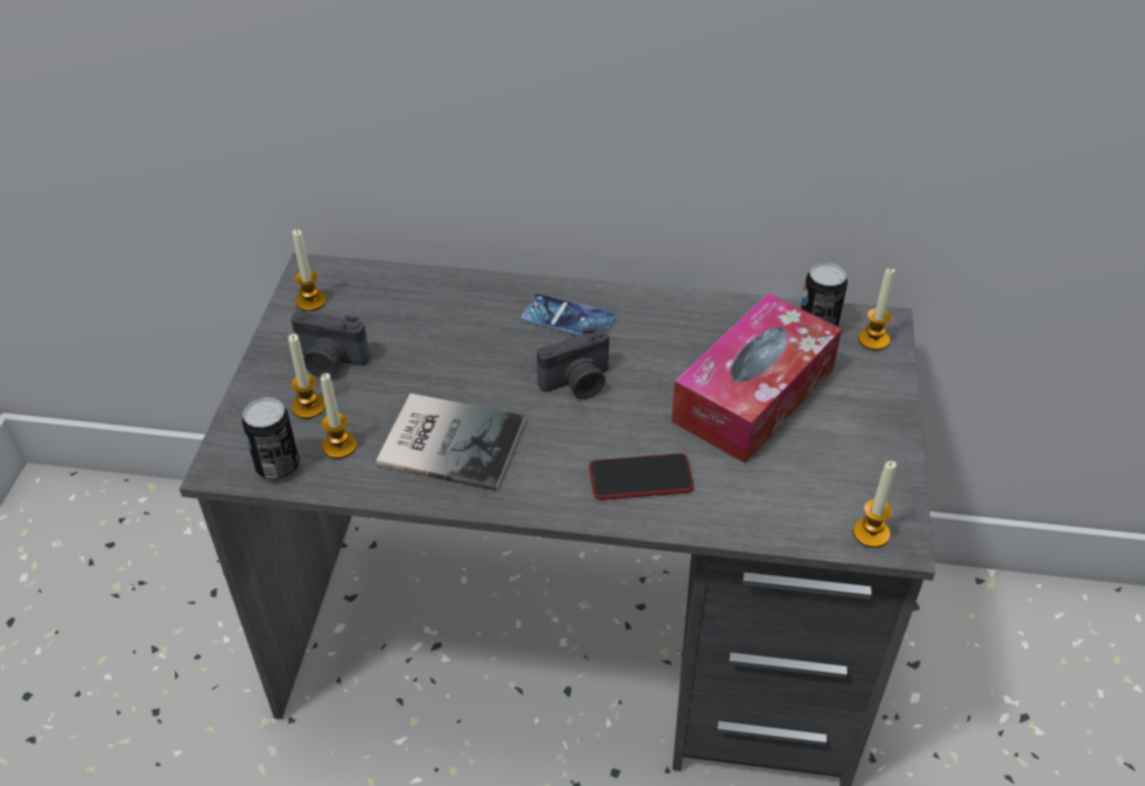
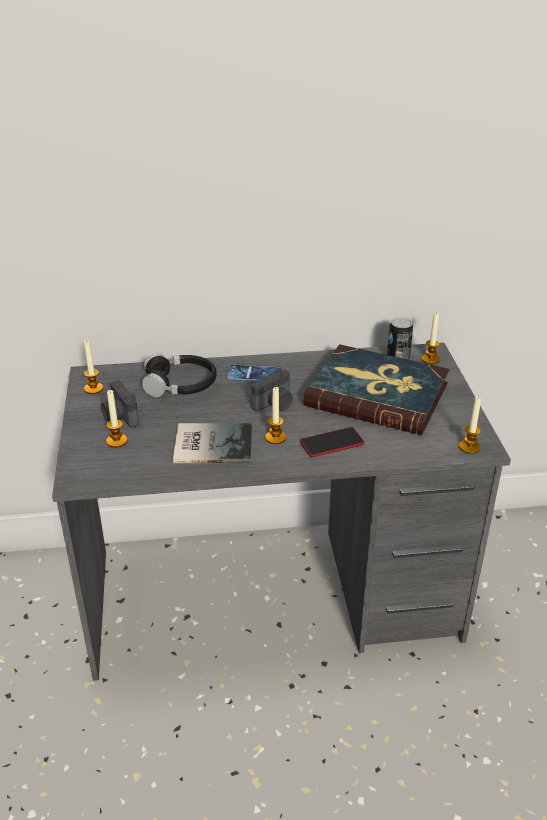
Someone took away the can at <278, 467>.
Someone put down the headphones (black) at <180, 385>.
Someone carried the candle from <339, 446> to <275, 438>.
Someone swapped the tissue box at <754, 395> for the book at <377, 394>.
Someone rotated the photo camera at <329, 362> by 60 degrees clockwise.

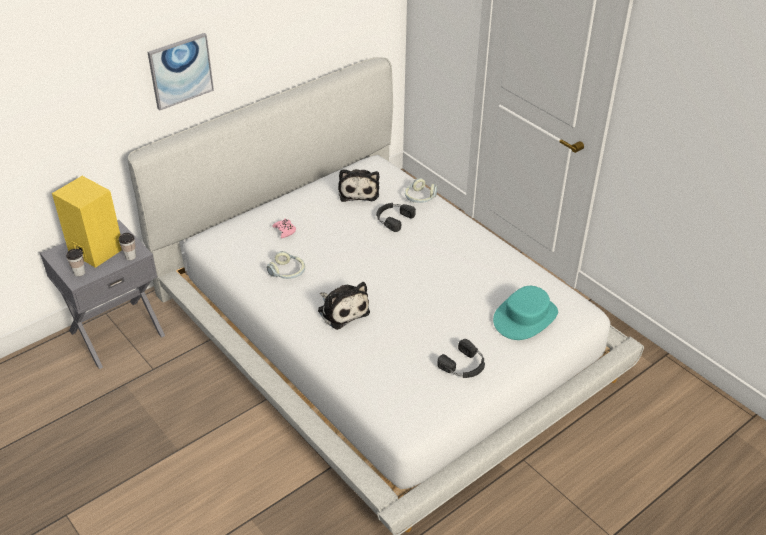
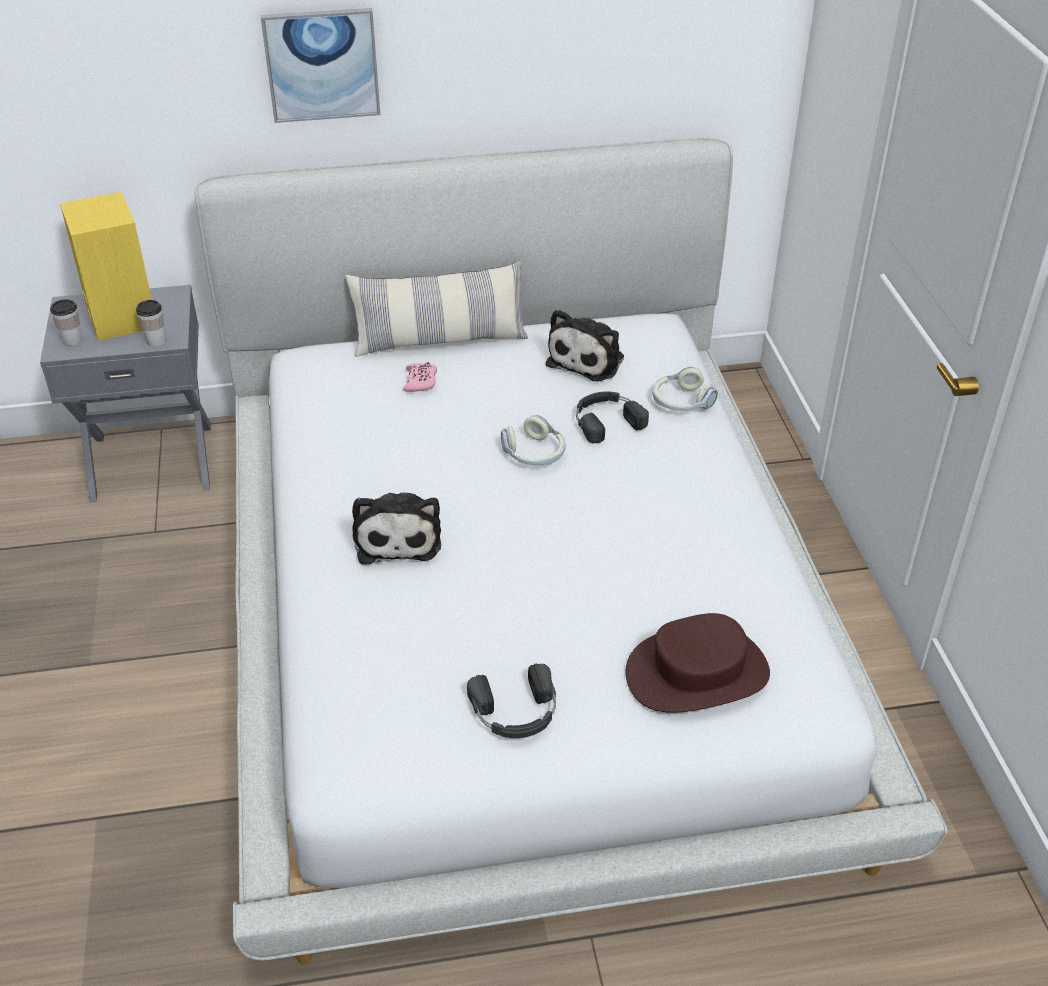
Someone put down the pillow at <440, 341>.
Someone carried the headphones from <287, 272> to <534, 454>.
Someone repainted the hat (turquoise) at <525, 317>, which became the hat (brown) at <697, 673>.

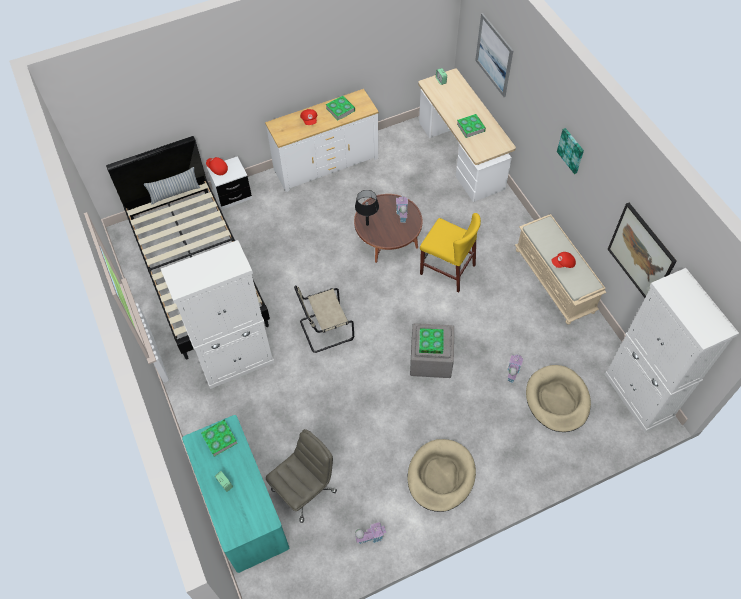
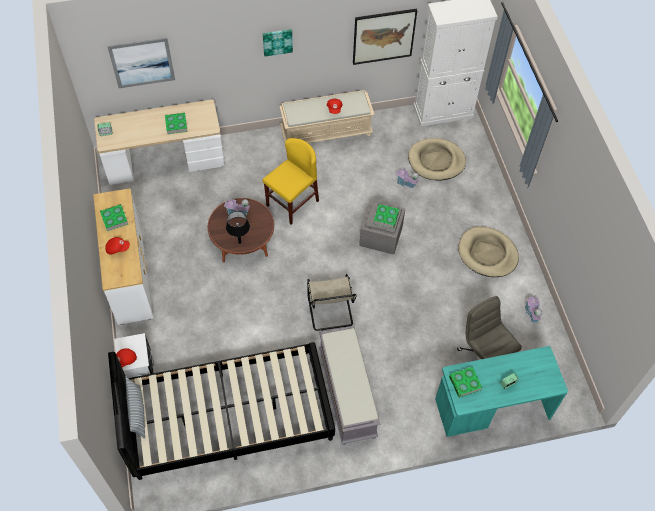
Someone swapped the cabinet (white) at <237, 362> for the bench (grey) at <346, 392>.

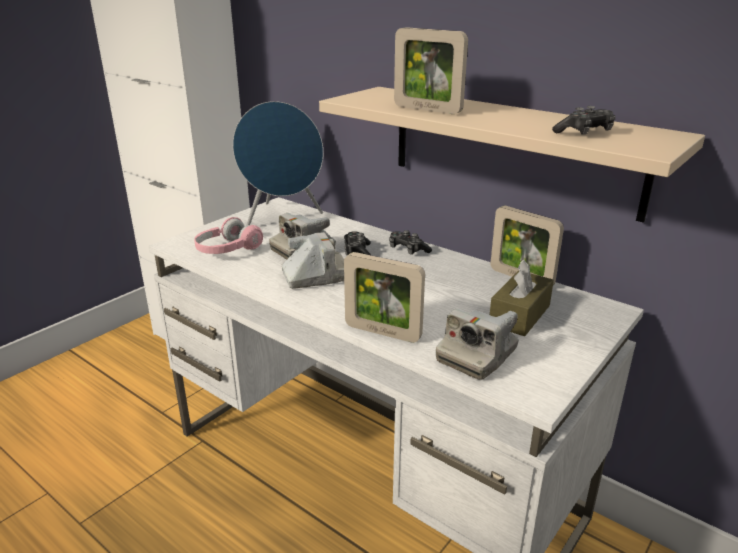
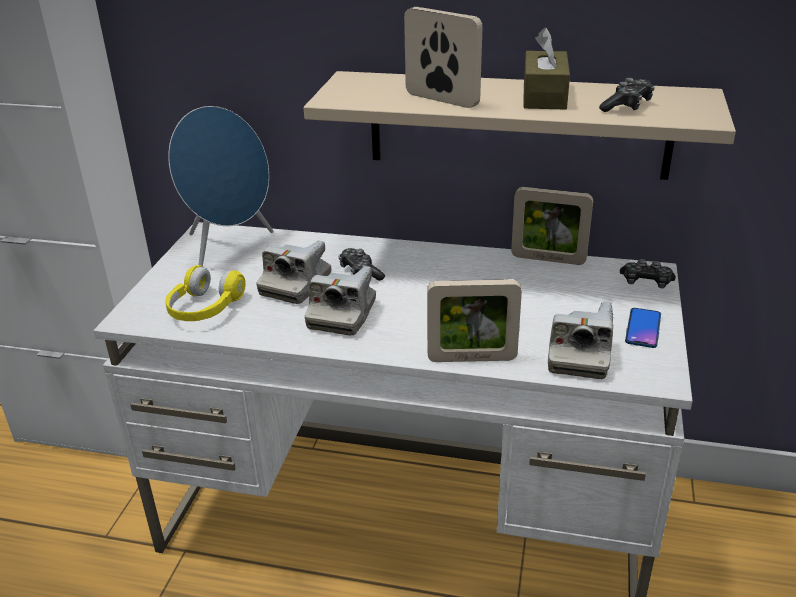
Someone put down the phone at <643, 328>.
Someone carried the game controller from <408, 250> to <646, 282>.
Someone carried the tissue box (brown) from <519, 315> to <544, 96>.
Someone repainted the headphones (pink) at <227, 250>, which became the headphones (yellow) at <204, 309>.
Someone rotated the photo camera at <315, 276> by 150 degrees clockwise.
Someone rotated the picture frame at <427, 109> by 150 degrees counterclockwise.

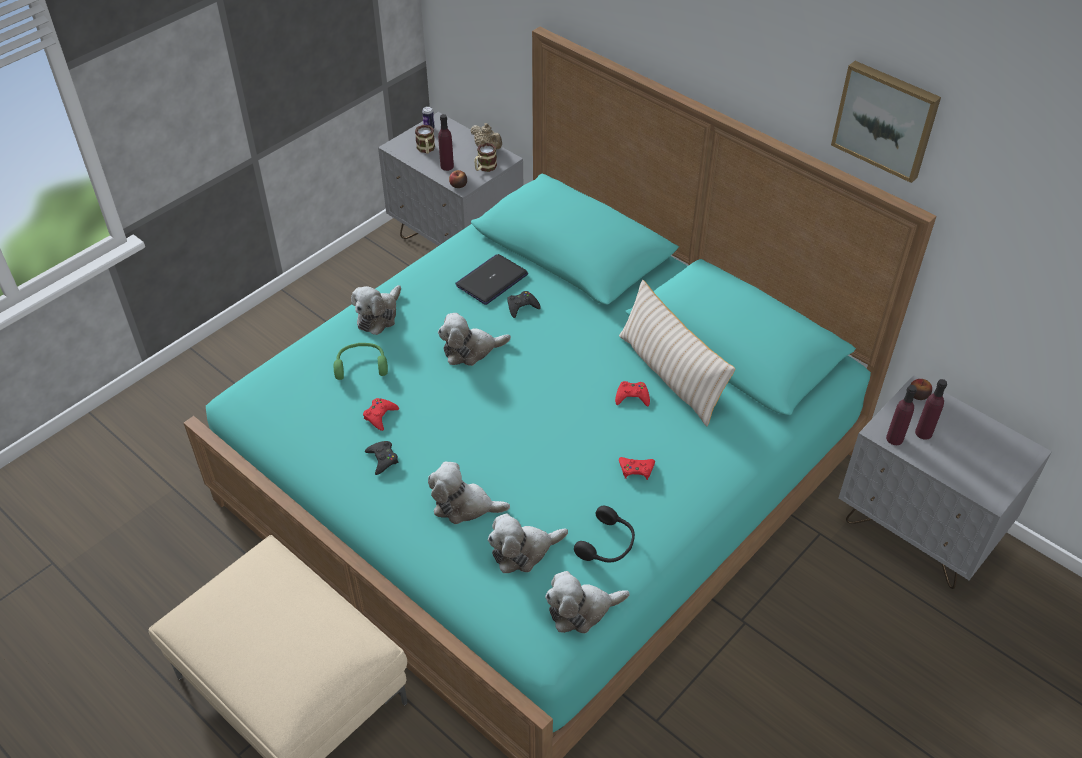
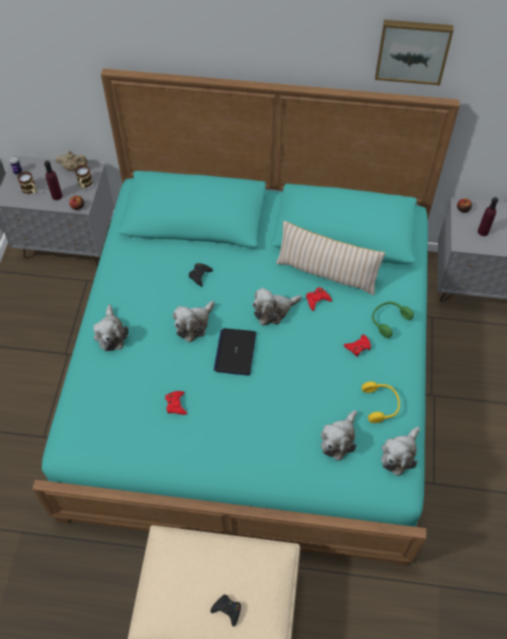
Someone took away the bottle (purple) at <894, 438>.
Someone carried the headphones (green) from <361, 366> to <388, 320>.
Someone carried the game controller (black) from <382, 459> to <227, 610>.
Someone carried the plush toy from <464, 505> to <273, 311>.
Someone carried the laptop from <492, 280> to <235, 352>.
Someone repainted the headphones (black) at <607, 544>, which became the headphones (yellow) at <381, 404>.

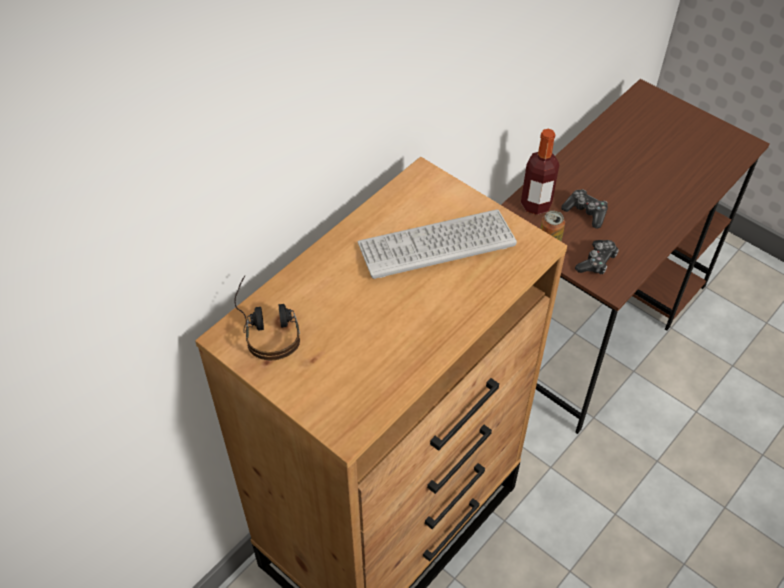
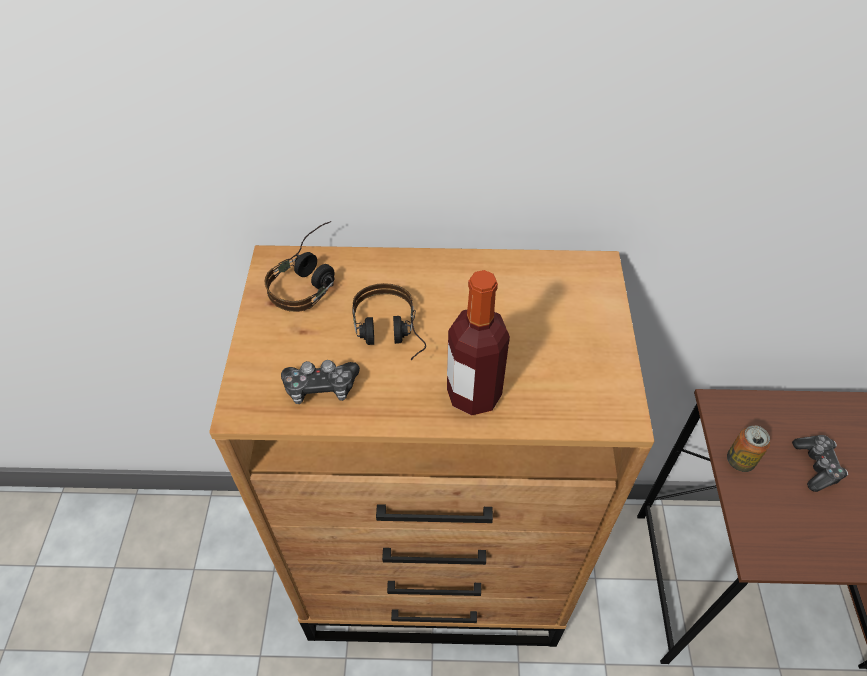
Someone took away the keyboard at <436, 245>.
Someone put down the headphones at <389, 336>.
Someone carried the bottle from <536, 205> to <474, 394>.
Someone carried the game controller from <596, 262> to <321, 387>.

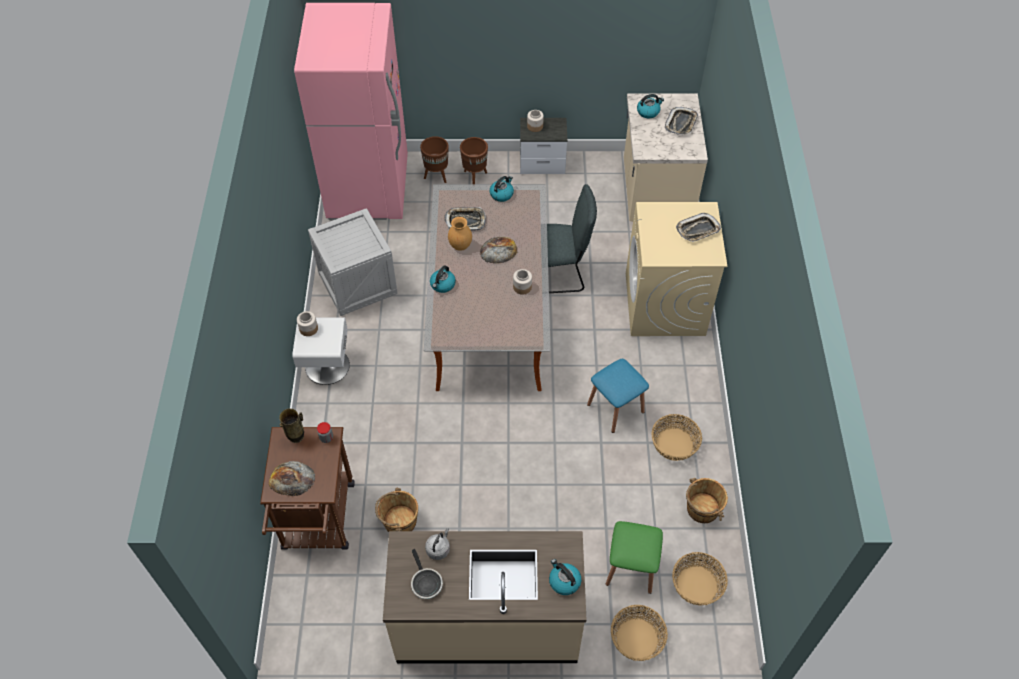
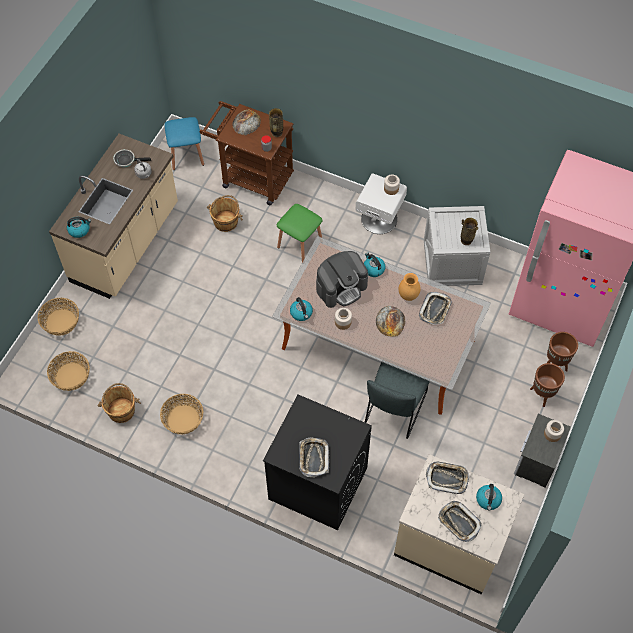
Someone put down the coffee machine at <341, 287>.
Someone put down the tray at <447, 478>.
Someone put down the vase at <466, 240>.
Someone carried the kettle from <501, 194> to <301, 313>.
Someone carried the stool (blue) from <615, 408> to <186, 155>.
Someone carried the stool (green) from <631, 568> to <300, 244>.
Someone repainted the washing machine (beige) at <665, 305>, which became the washing machine (black) at <317, 483>.

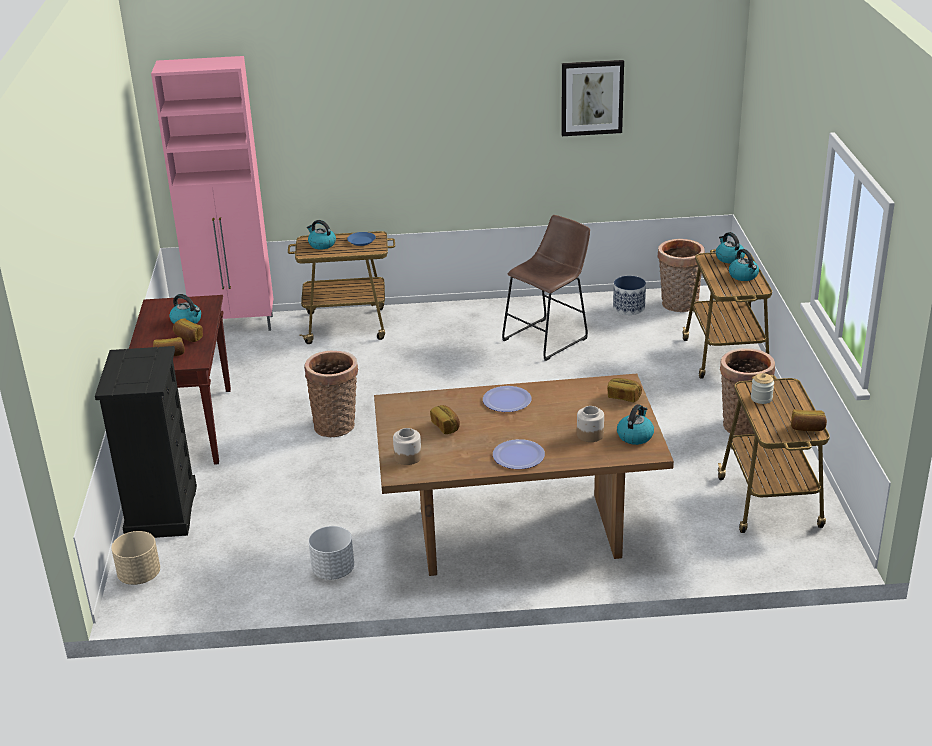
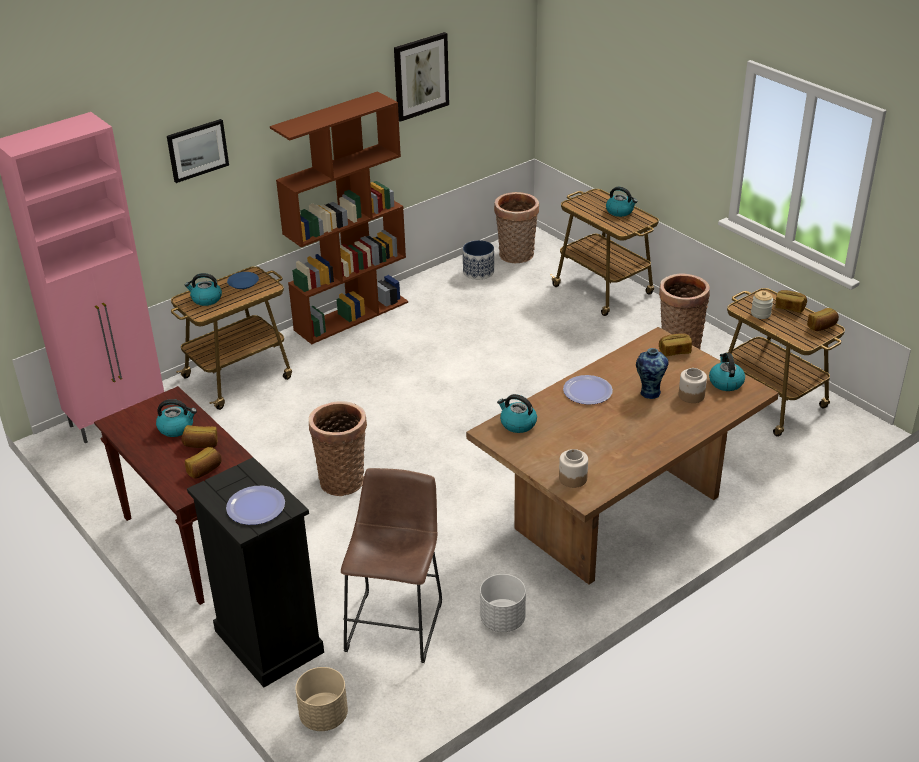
Someone put up the picture at <197, 150>.
Someone put down the bookcase (brown) at <351, 315>.
Someone put down the vase at <649, 392>.
Someone carried the bread from <446, 426> to <789, 307>.
Someone carried the plate from <518, 455> to <255, 506>.
Someone carried the stool (brown) from <549, 338> to <396, 621>.
Someone carried the kettle from <729, 258> to <517, 424>.

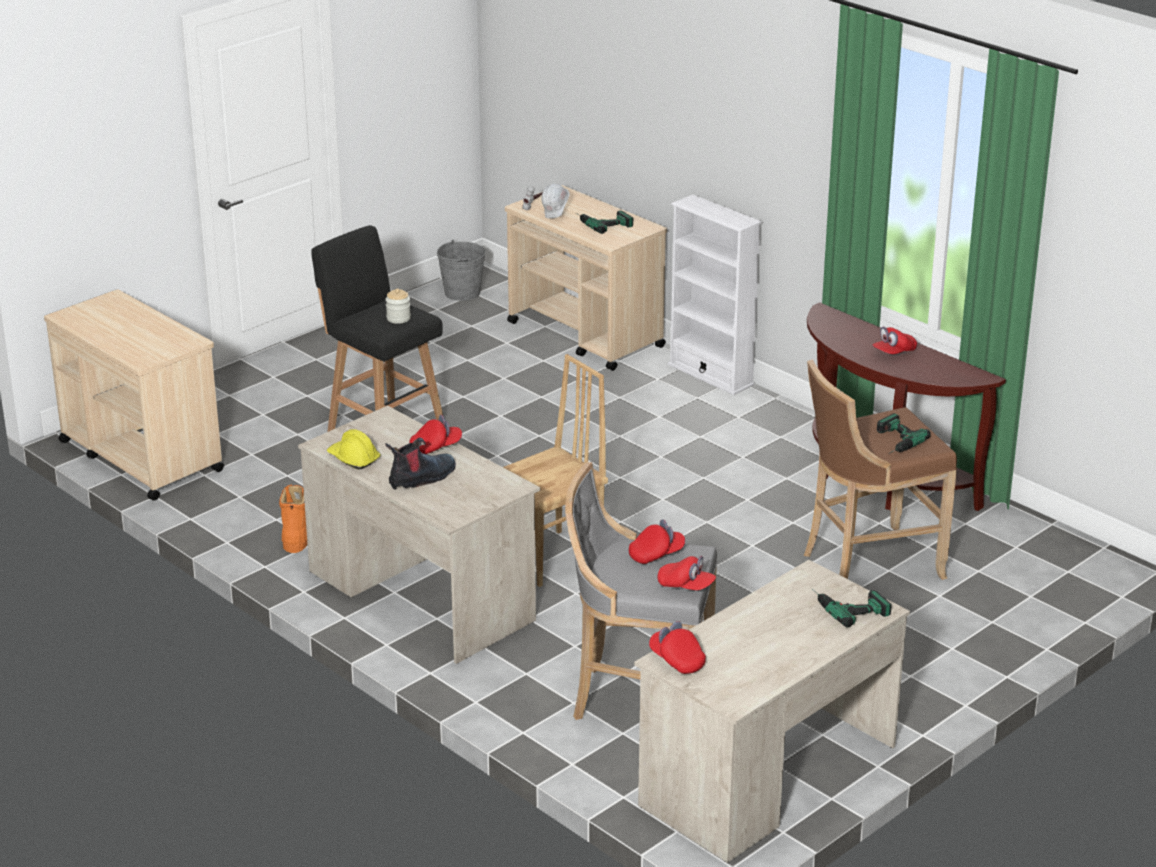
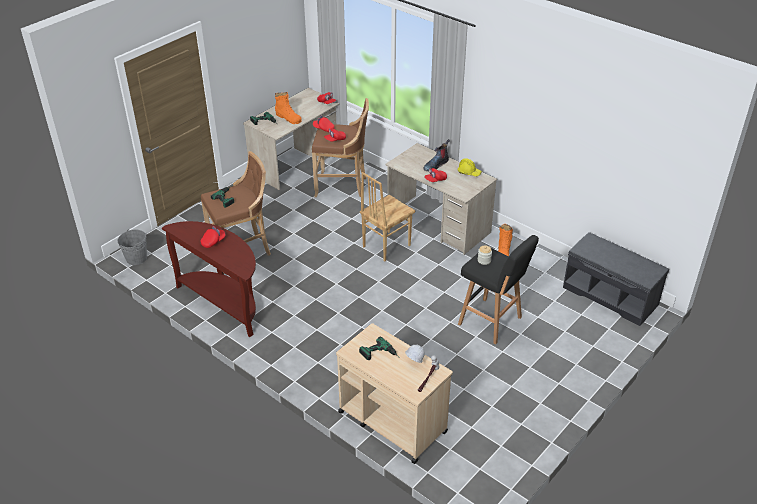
Someone took away the bookcase (white) at <711, 375>.
Someone put down the boot (orange) at <288, 118>.
Someone carried the bucket (grey) from <462, 293> to <136, 258>.
Someone swapped the cart (beige) at <140, 455> for the bench (grey) at <611, 296>.
Someone repainted the stool (grey) at <638, 700>, which became the stool (brown) at <342, 186>.

